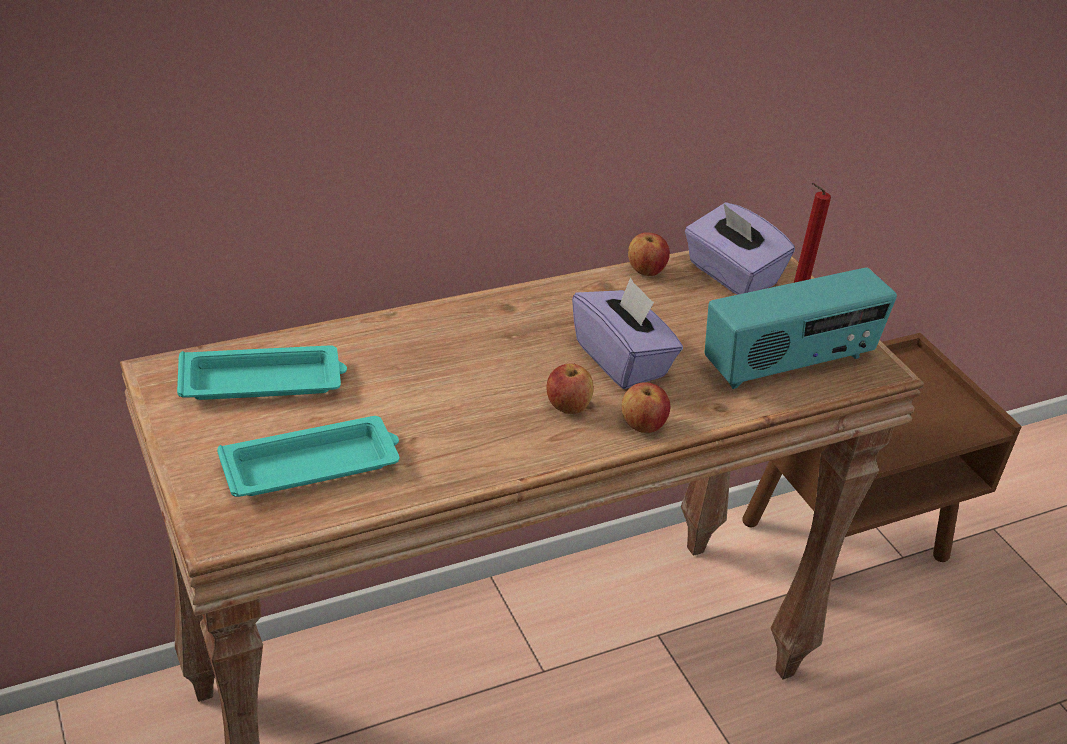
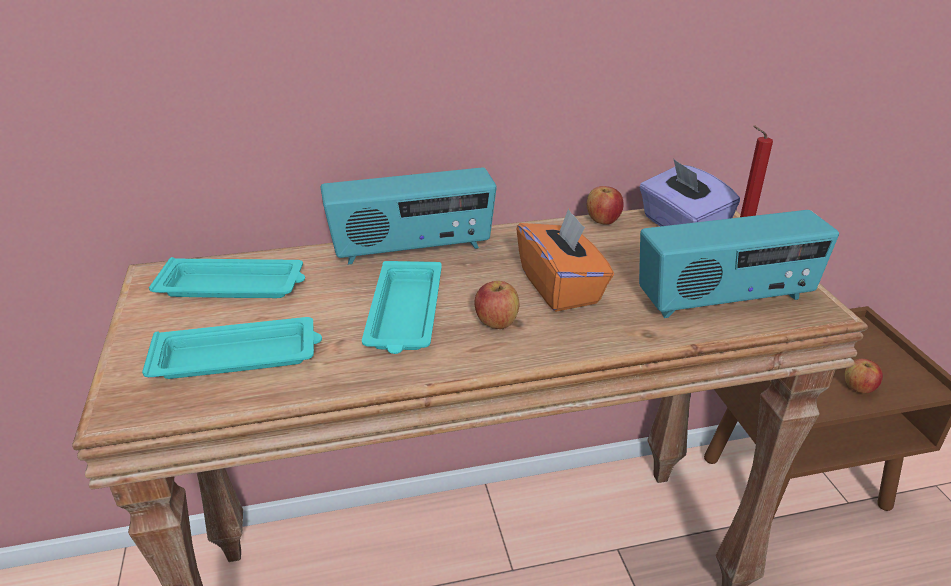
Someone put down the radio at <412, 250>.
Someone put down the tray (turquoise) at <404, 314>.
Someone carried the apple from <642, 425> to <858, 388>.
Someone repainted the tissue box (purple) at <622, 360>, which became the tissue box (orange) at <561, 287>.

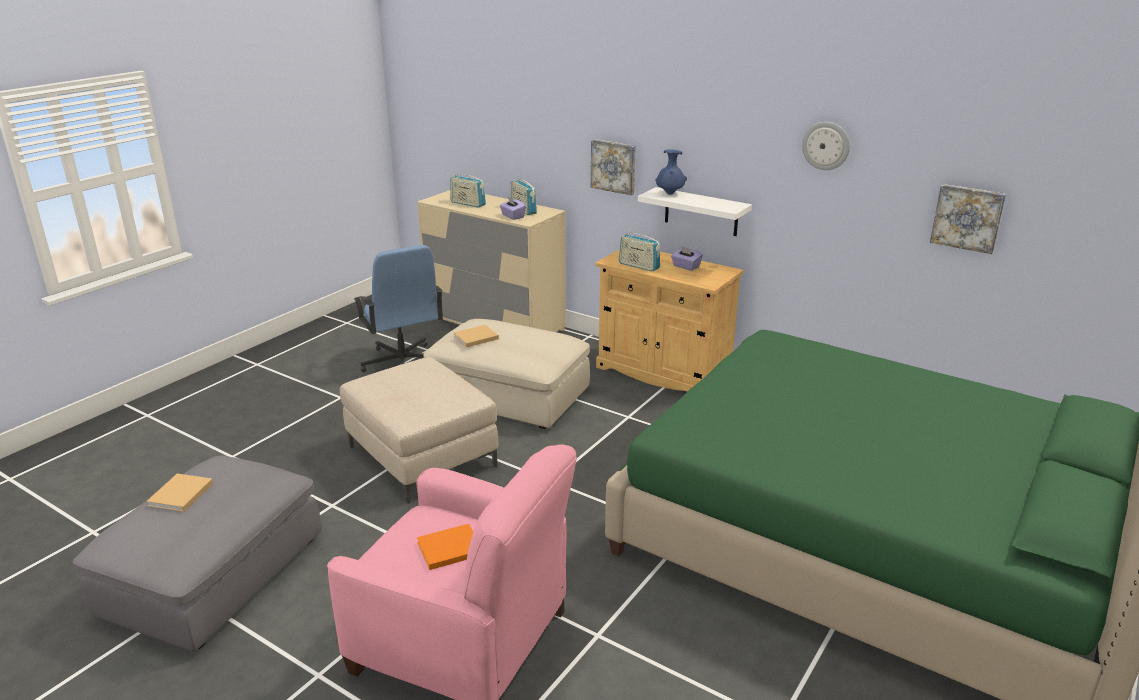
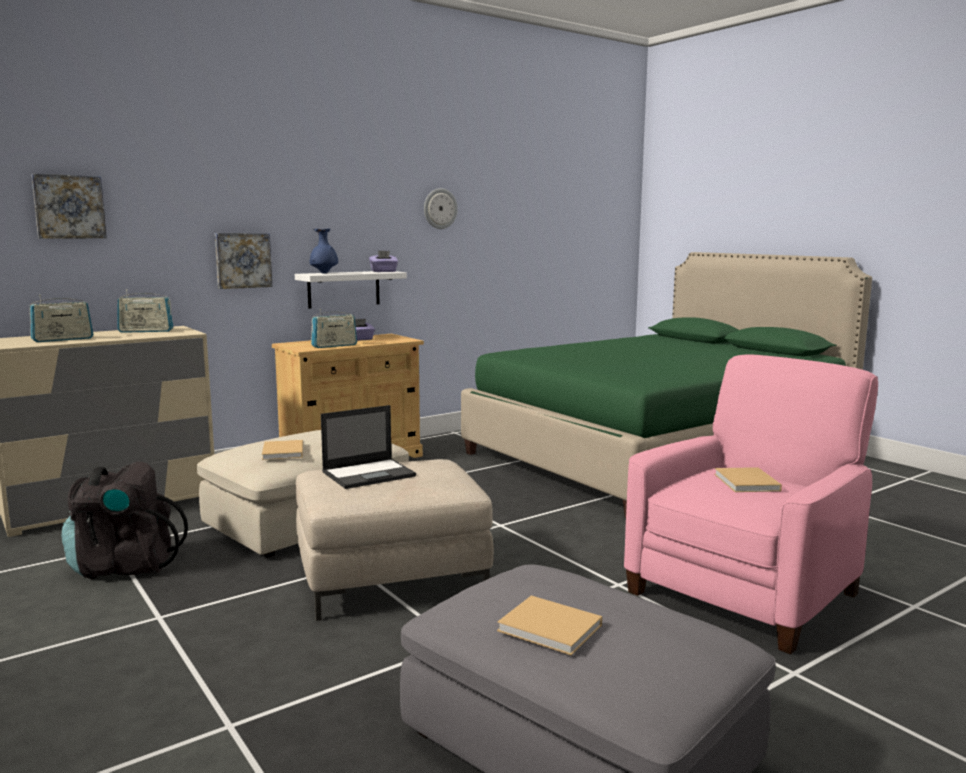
Someone put down the laptop at <369, 474>.
Someone carried the tissue box (purple) from <512, 216> to <384, 271>.
Someone carried the picture from <967, 217> to <69, 207>.
Someone swapped the office chair (blue) at <402, 363> for the backpack (black) at <124, 566>.
Someone repainted the book (orange) at <448, 549>, which became the book (beige) at <747, 483>.

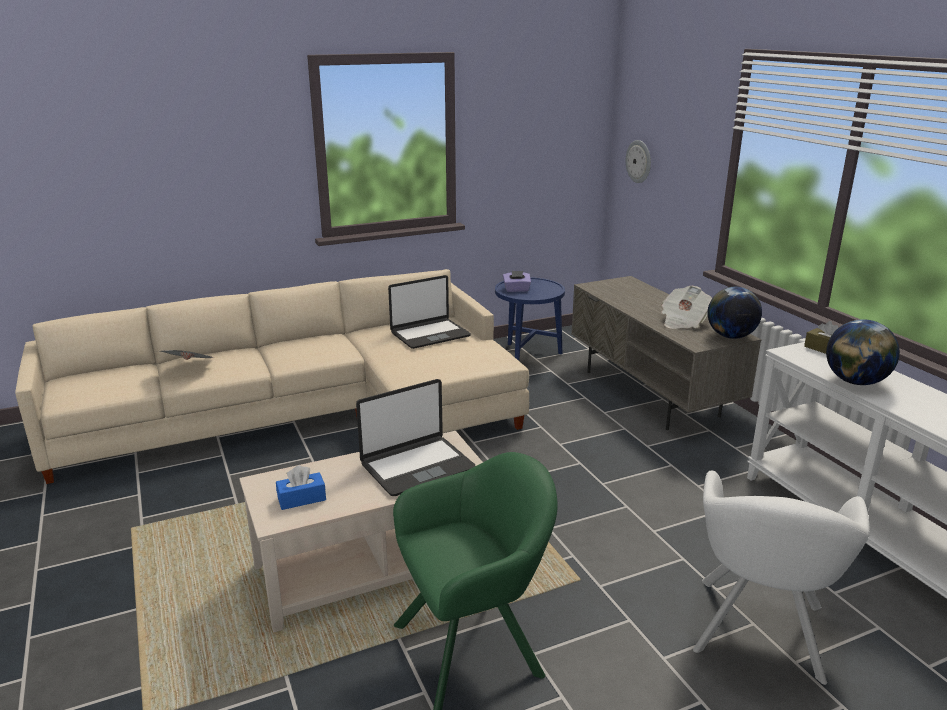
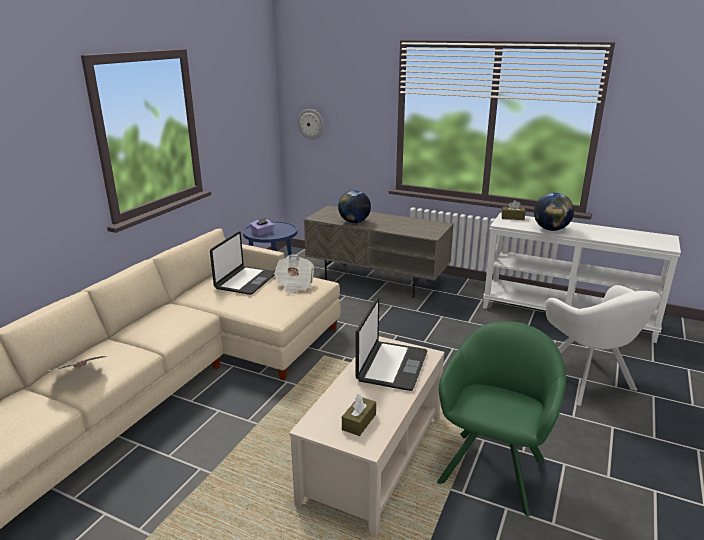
Someone carried the newspaper from <683, 321> to <294, 284>.
Someone carried the globe from <730, 336> to <354, 222>.
Someone repainted the tissue box (blue) at <301, 499>, which became the tissue box (brown) at <359, 422>.

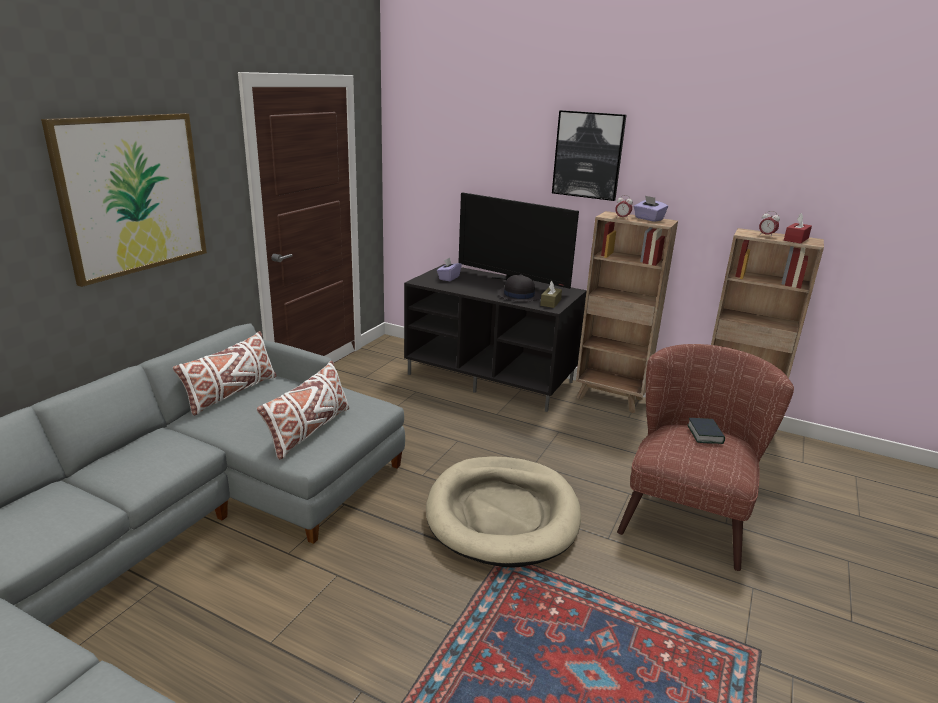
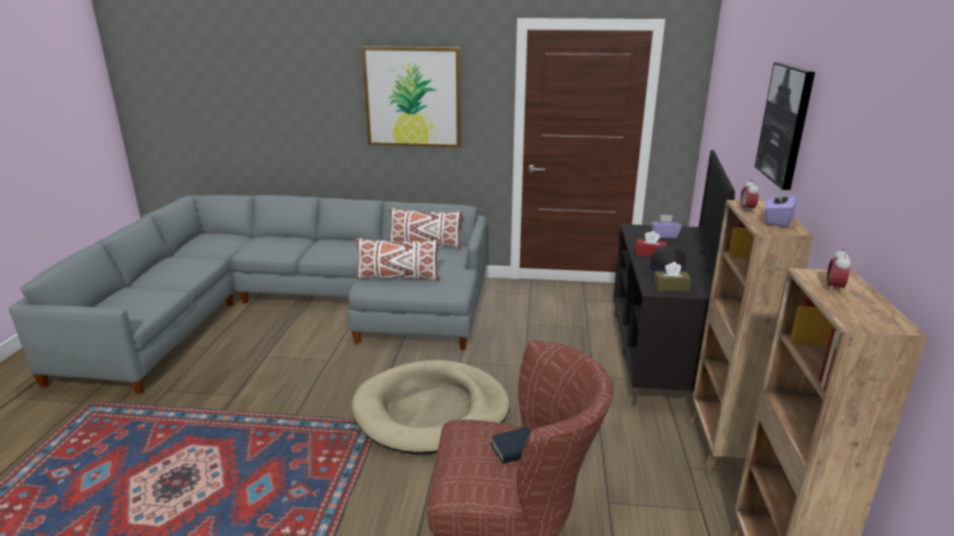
Someone carried the tissue box (red) from <796, 239> to <650, 254>.

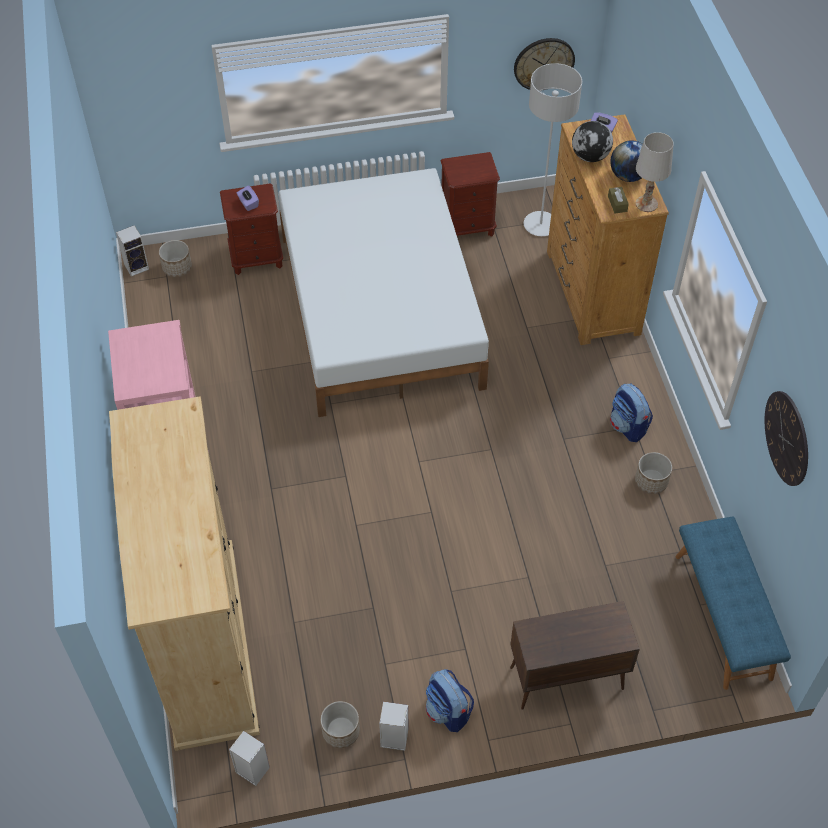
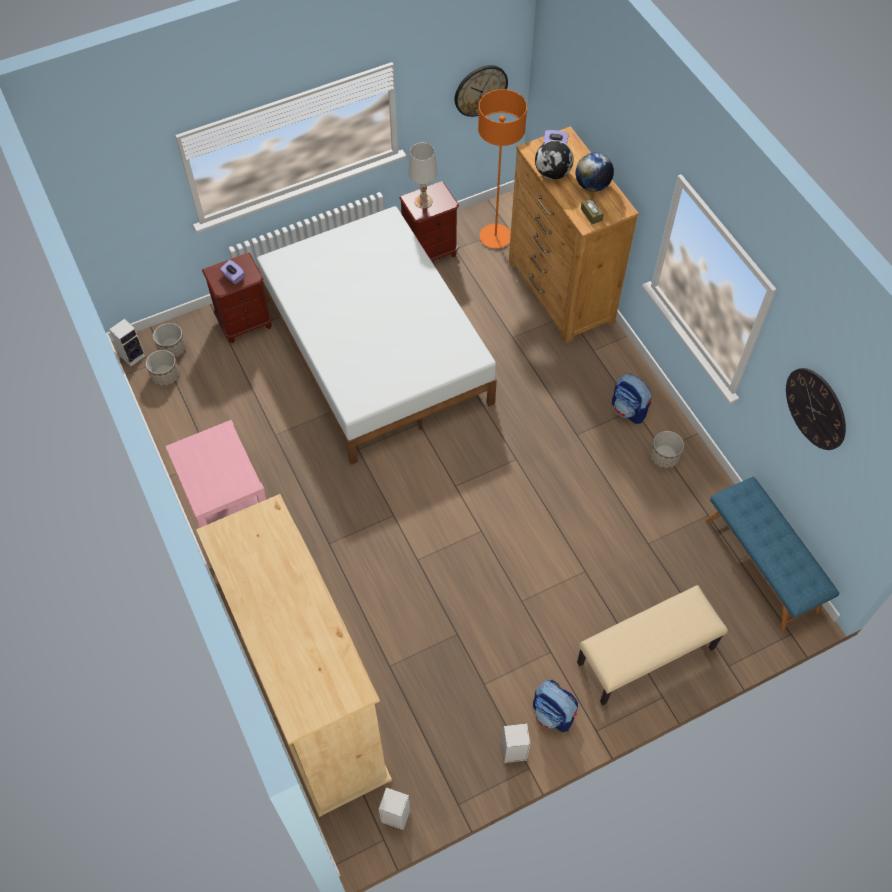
Someone carried the planter from <341, 731> to <166, 376>.
Someone carried the table lamp (white) from <646, 204> to <423, 201>.
Someone swapped the cabinet (brown) at <565, 678> for the bench (beige) at <646, 657>.
Someone repainted the floor lamp (grey) at <540, 225>, which became the floor lamp (orange) at <495, 237>.

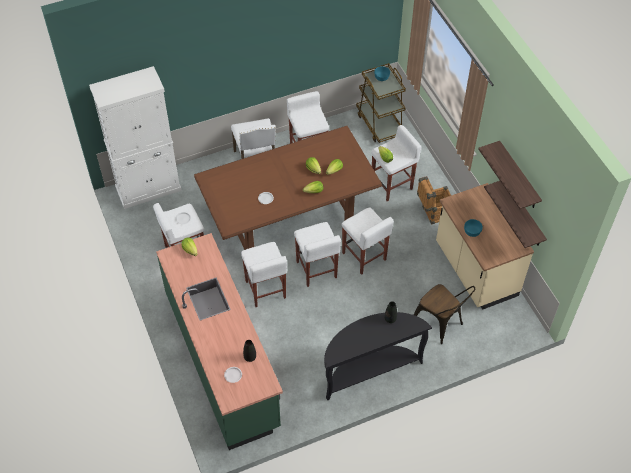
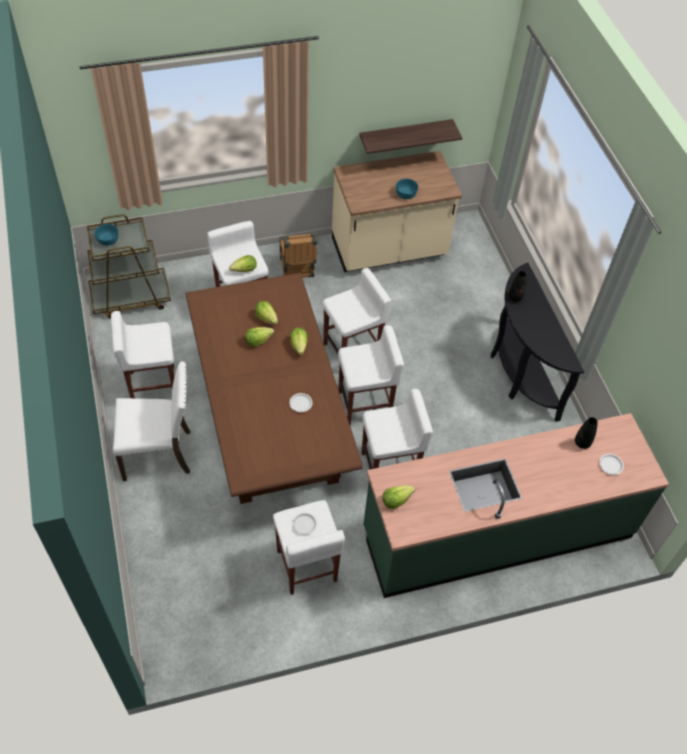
Someone took away the cabinet (white) at <148, 189>.
Someone took away the chair (brown) at <440, 324>.
Someone took away the shelf at <518, 176>.

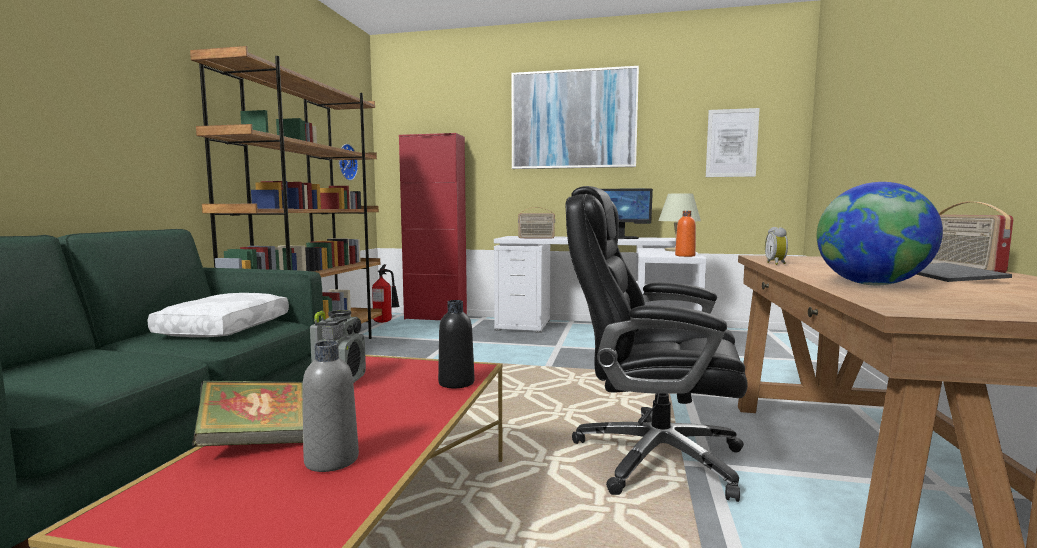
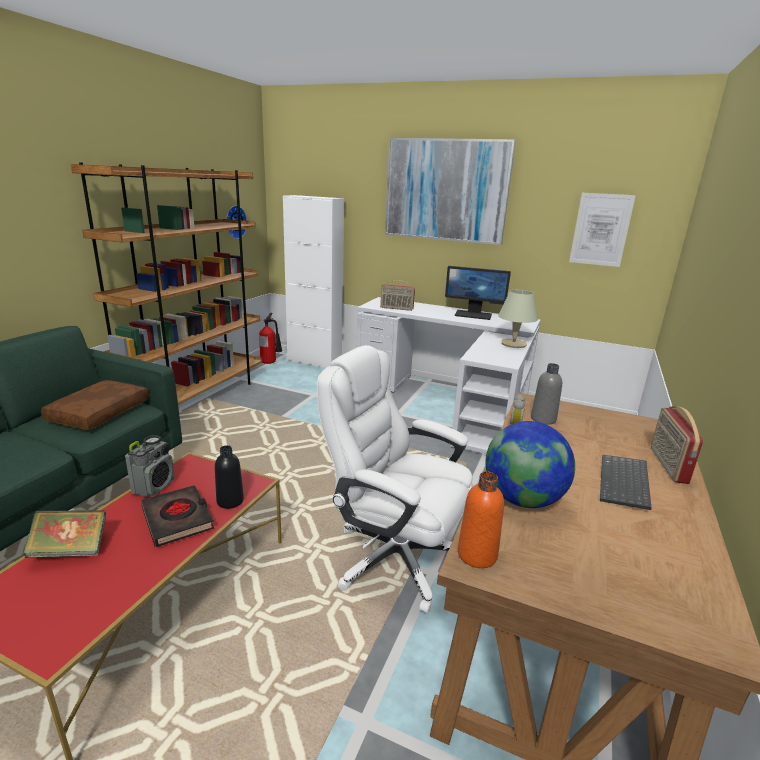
Someone put down the book (black) at <178, 519>.
Someone carried the bottle (grey) from <331, 460> to <543, 419>.
Someone carried the bottle (orange) from <685, 255> to <477, 555>.
Someone repainted the pillow (white) at <224, 328>, which became the pillow (brown) at <99, 413>.
Someone repainted the cabinet (red) at <435, 318>, which became the cabinet (white) at <314, 361>.
Someone repainted the office chair (black) at <653, 457>, which became the office chair (white) at <394, 557>.

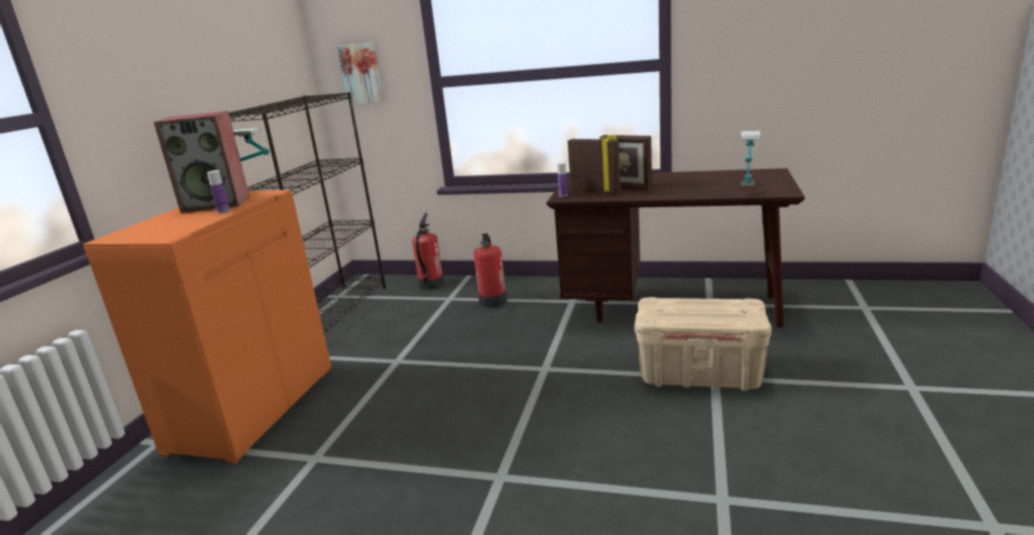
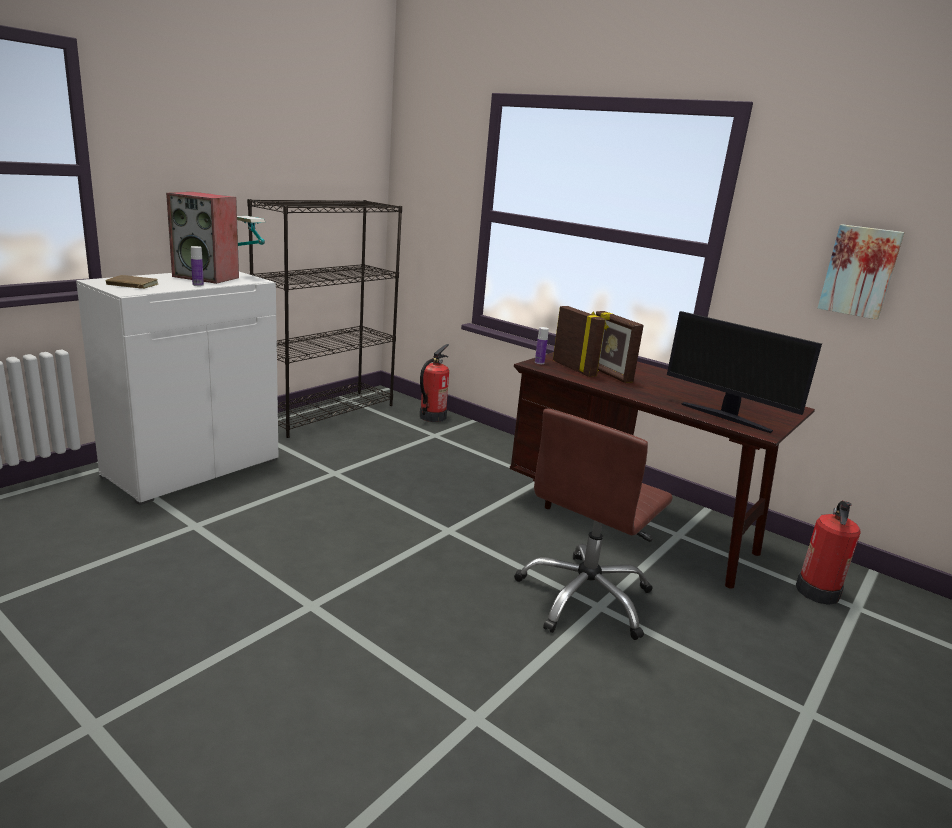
Someone put down the book (brown) at <131, 285>.
Someone carried the picture from <362, 73> to <860, 271>.
Someone carried the fire extinguisher from <493, 301> to <817, 591>.
Someone swapped the storage box (beige) at <698, 375> for the office chair (brown) at <585, 598>.
Someone swapped the table lamp at <748, 190> for the monitor at <726, 417>.
Someone repainted the cabinet (orange) at <253, 408>, which became the cabinet (white) at <193, 467>.

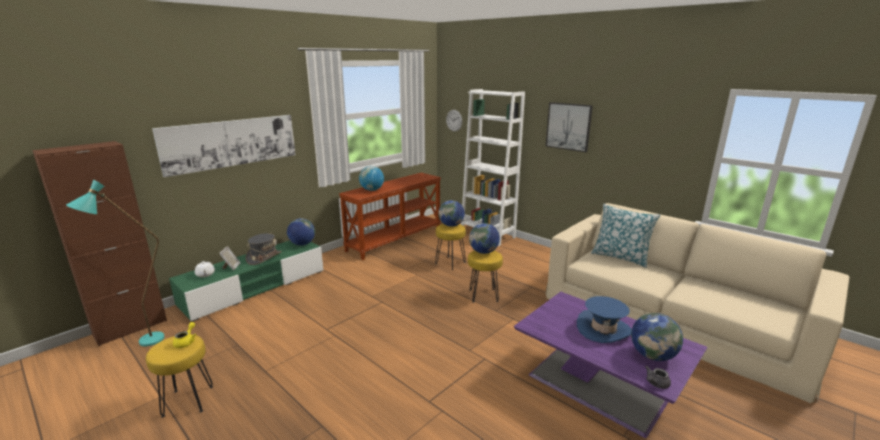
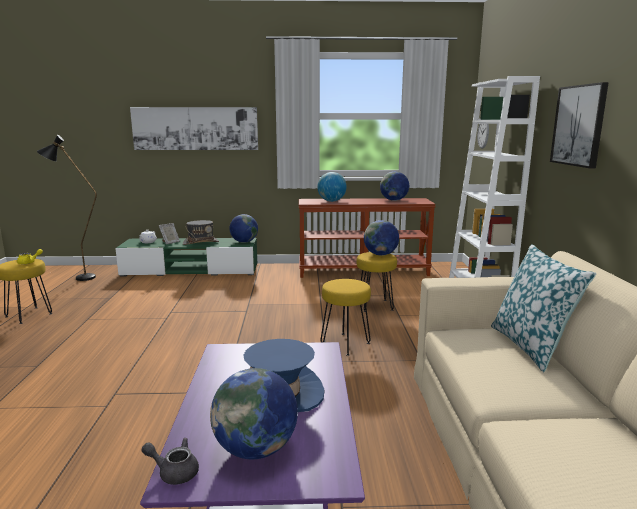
Someone took away the cabinet (brown) at <130, 328>.
Someone carried the globe from <483, 252> to <394, 200>.
Someone repainted the floor lamp (turquoise) at <142, 343>, which became the floor lamp (black) at <78, 278>.

